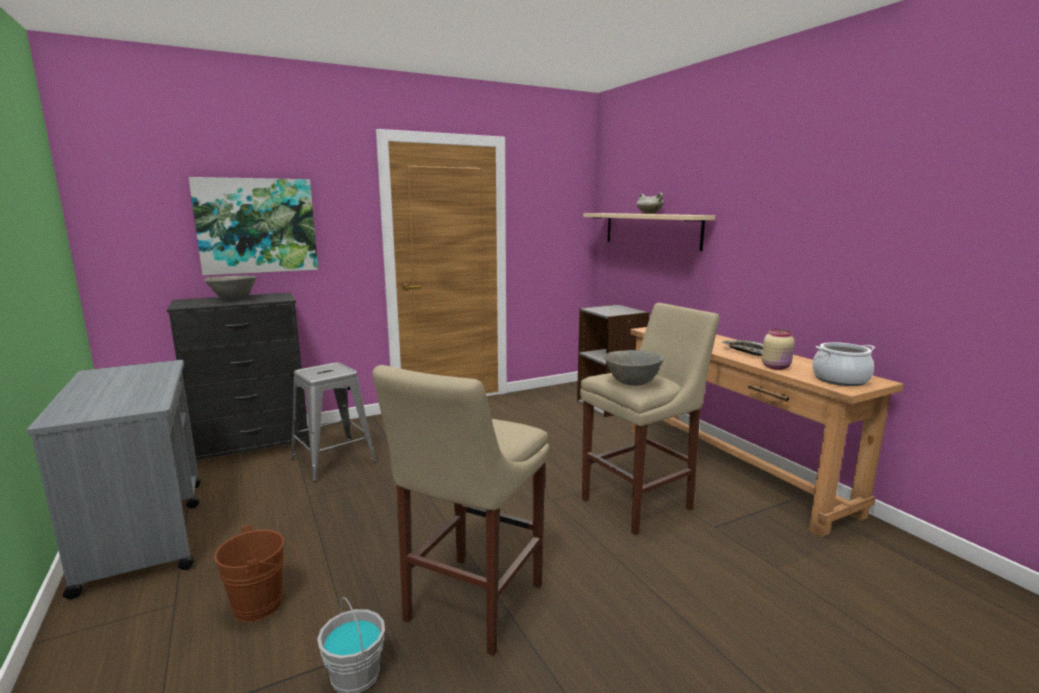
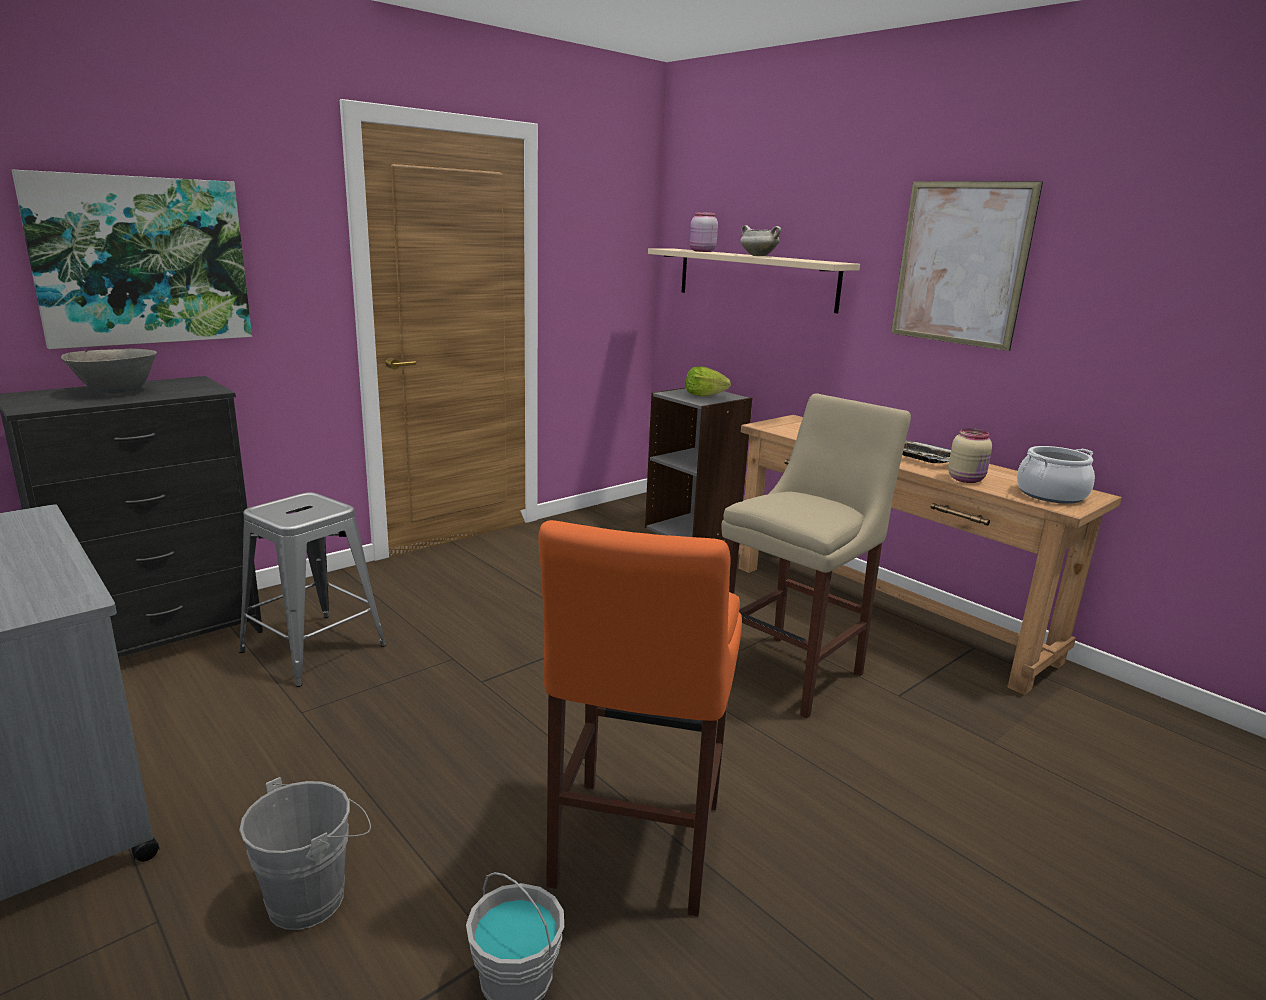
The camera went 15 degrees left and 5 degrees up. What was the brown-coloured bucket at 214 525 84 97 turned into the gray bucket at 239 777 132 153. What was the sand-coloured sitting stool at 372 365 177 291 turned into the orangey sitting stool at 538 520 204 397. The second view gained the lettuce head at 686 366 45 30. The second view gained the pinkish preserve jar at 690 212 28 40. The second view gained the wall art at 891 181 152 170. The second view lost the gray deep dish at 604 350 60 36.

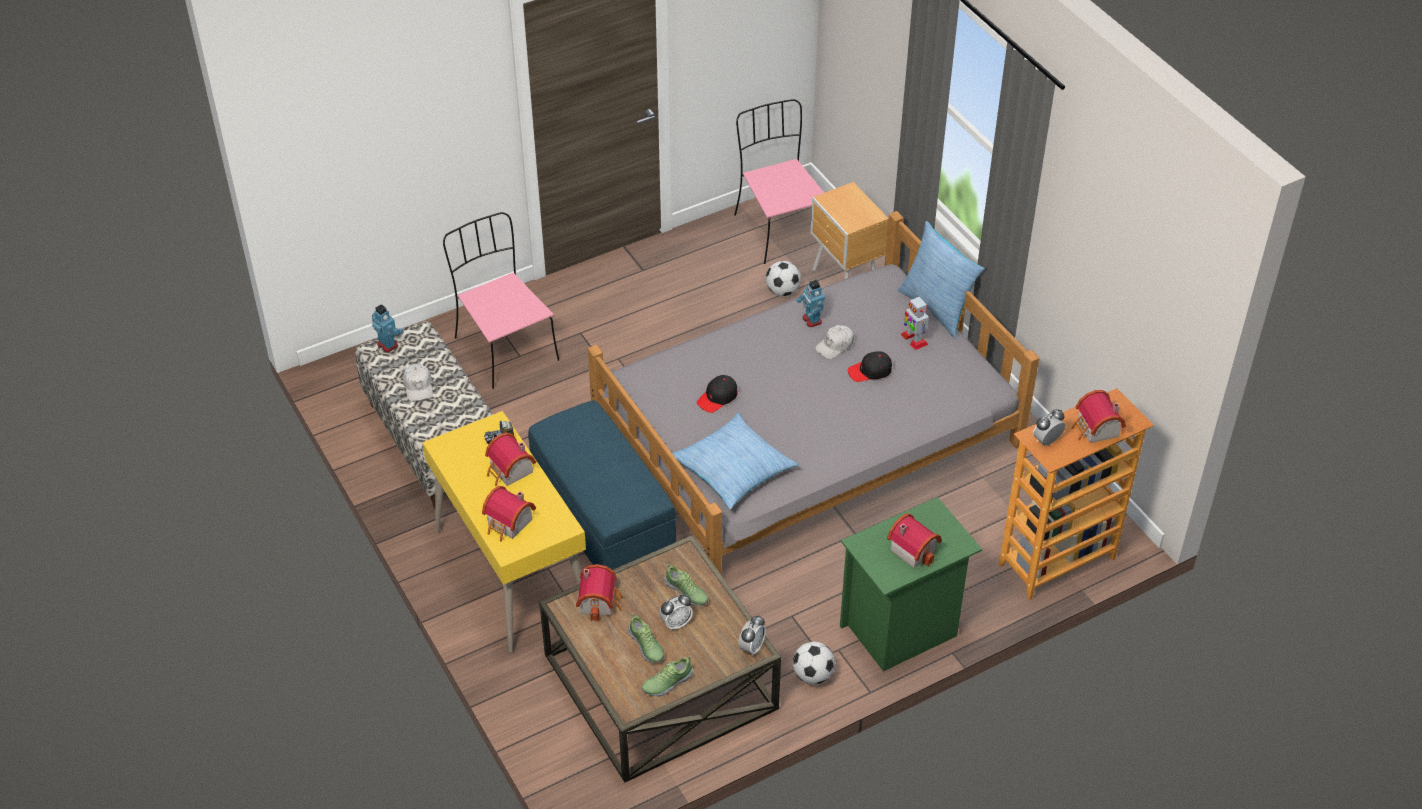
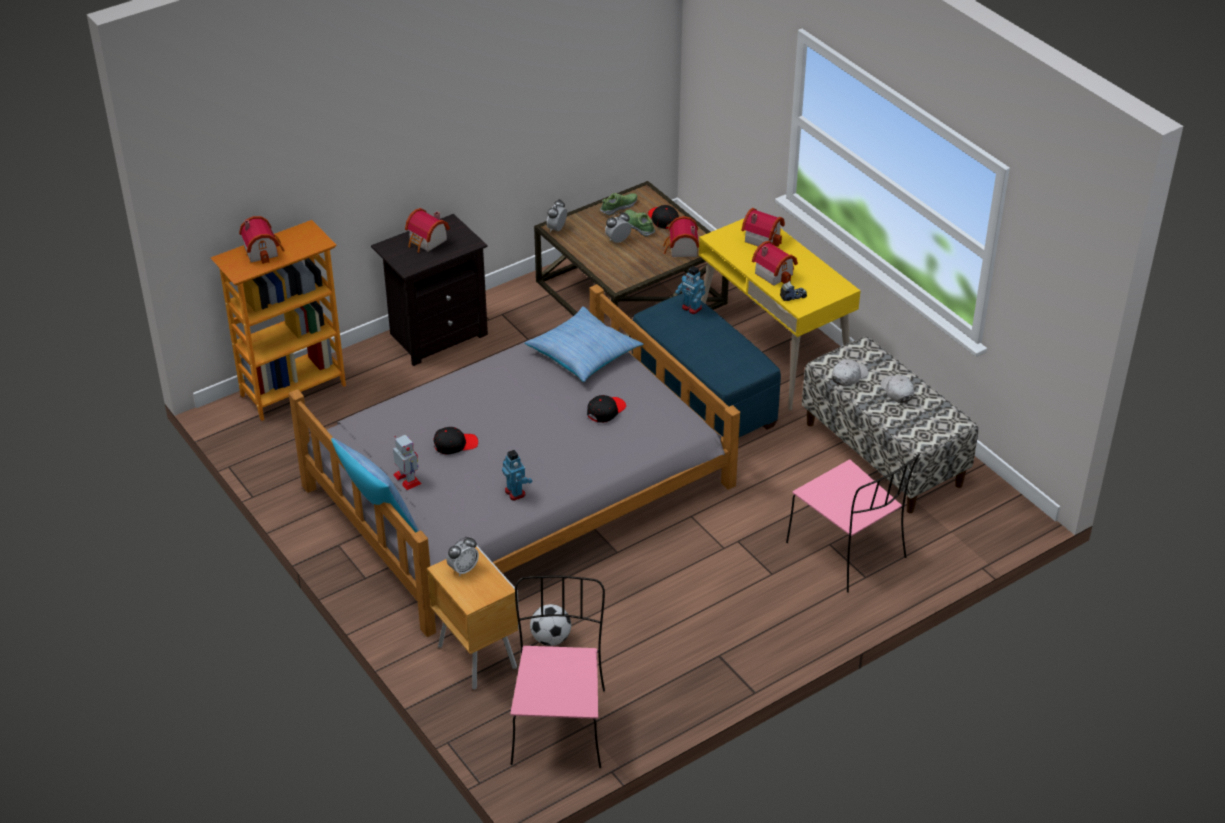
The camera went 175 degrees right and 5 degrees down. What was the greenish bedside table at 840 497 142 175 turned into the blackish bedside table at 371 214 117 152. The table clock ended up elsewhere, having gone from 1033 409 33 37 to 447 537 32 39. The pinkish upright chair at 734 99 90 165 ended up facing another way, 150 degrees counterclockwise from before. The second view gained the blackish cap at 648 205 31 24. The model robot ended up elsewhere, having gone from 372 304 31 49 to 675 266 30 48. The white-coloured cap ended up elsewhere, having gone from 815 325 39 34 to 832 359 36 27. The second view lost the shoe at 664 564 45 42. The second view lost the ball for football at 793 642 42 42.

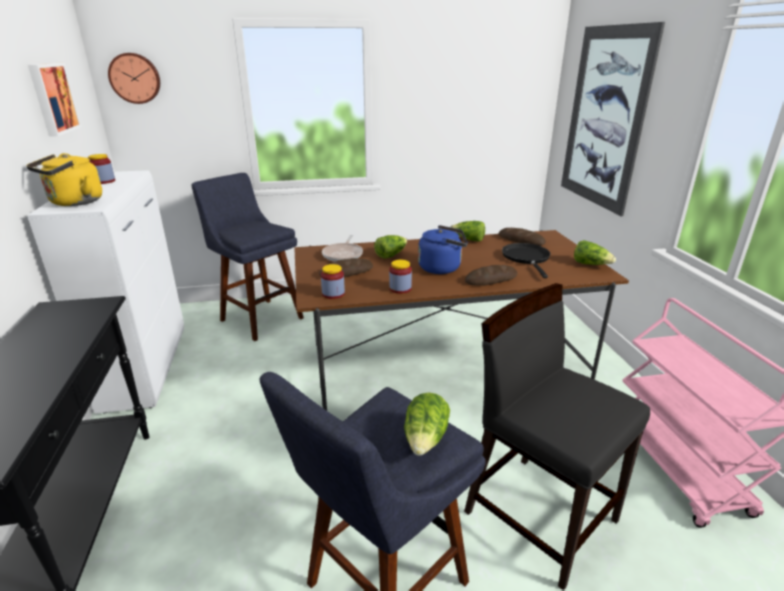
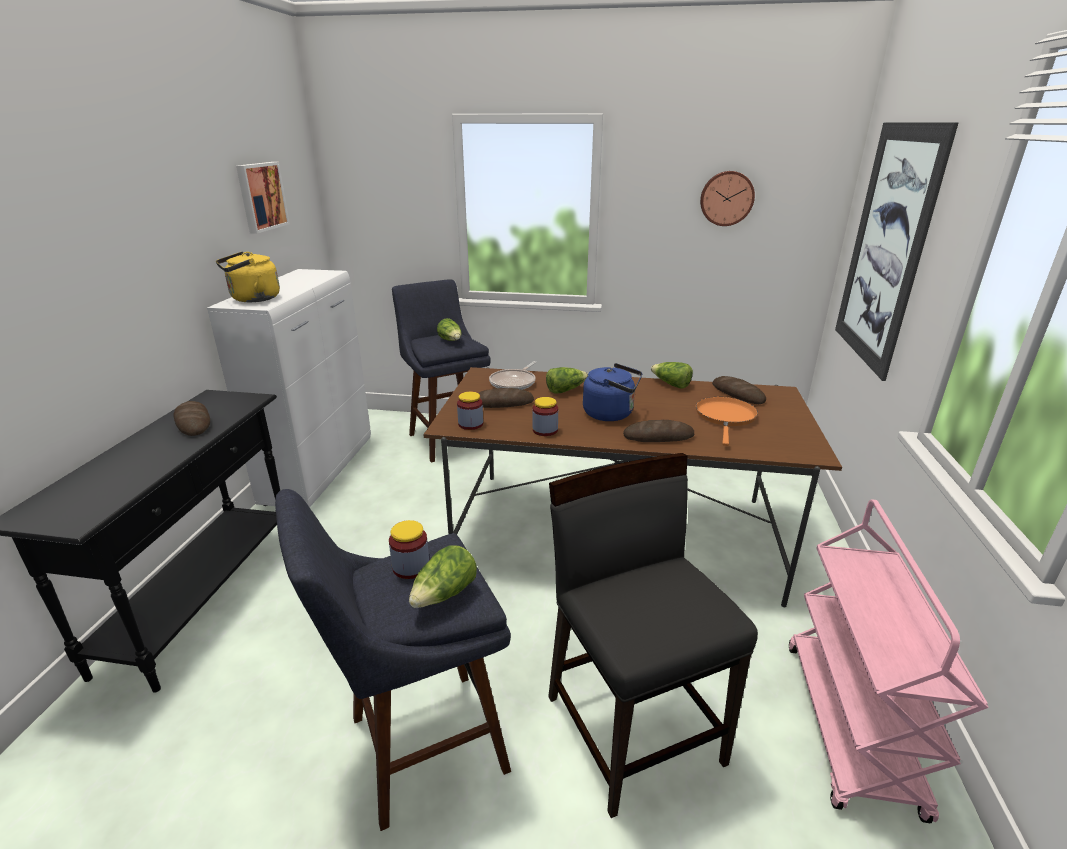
The camera went 20 degrees right and 0 degrees up. The second view gained the baked bread at 173 401 37 35. The preserve jar ended up elsewhere, having gone from 88 154 27 30 to 389 520 40 59. The lettuce head ended up elsewhere, having gone from 574 240 42 25 to 437 318 25 23. What was the blackish skillet at 502 243 49 35 turned into the orangey skillet at 696 397 62 49. The wall clock ended up elsewhere, having gone from 108 53 52 51 to 700 171 55 55.

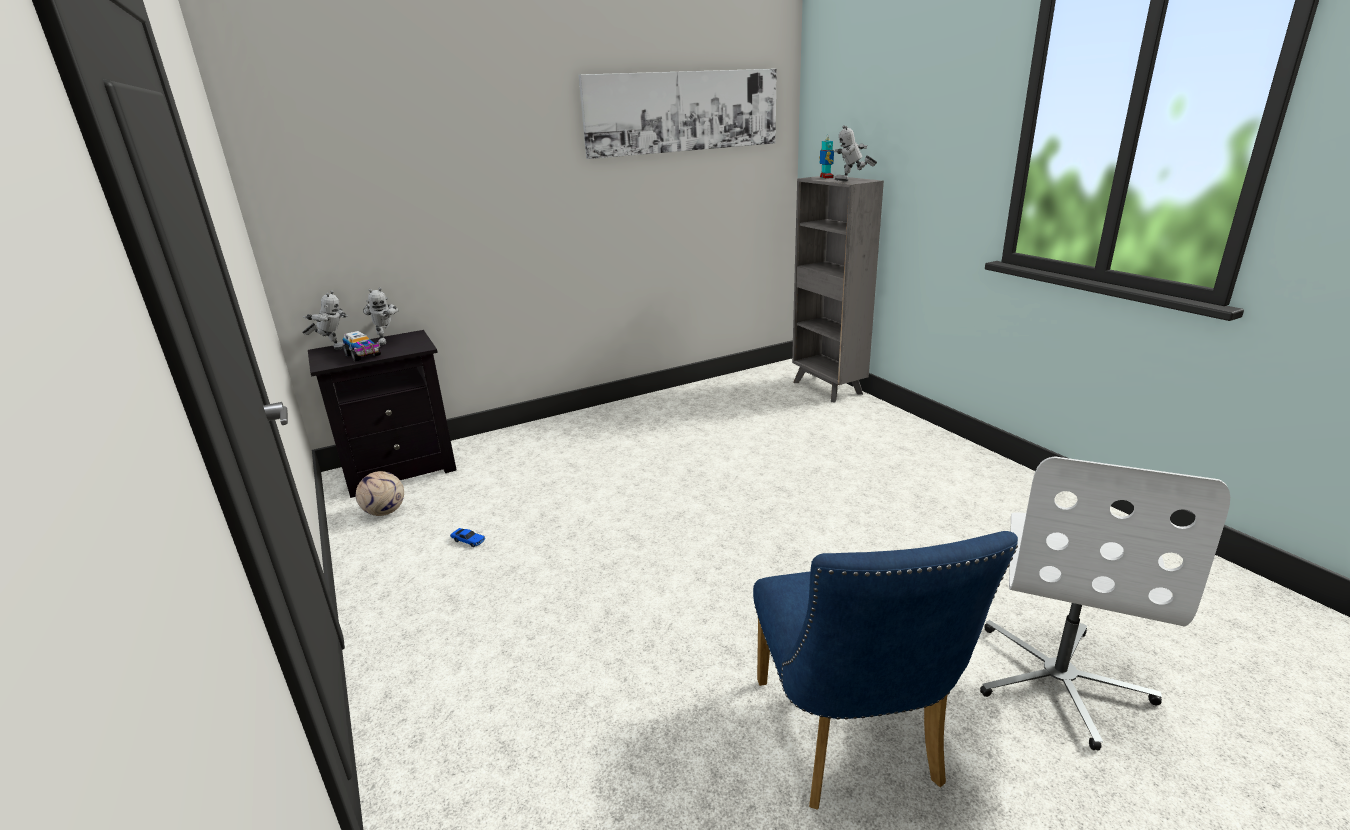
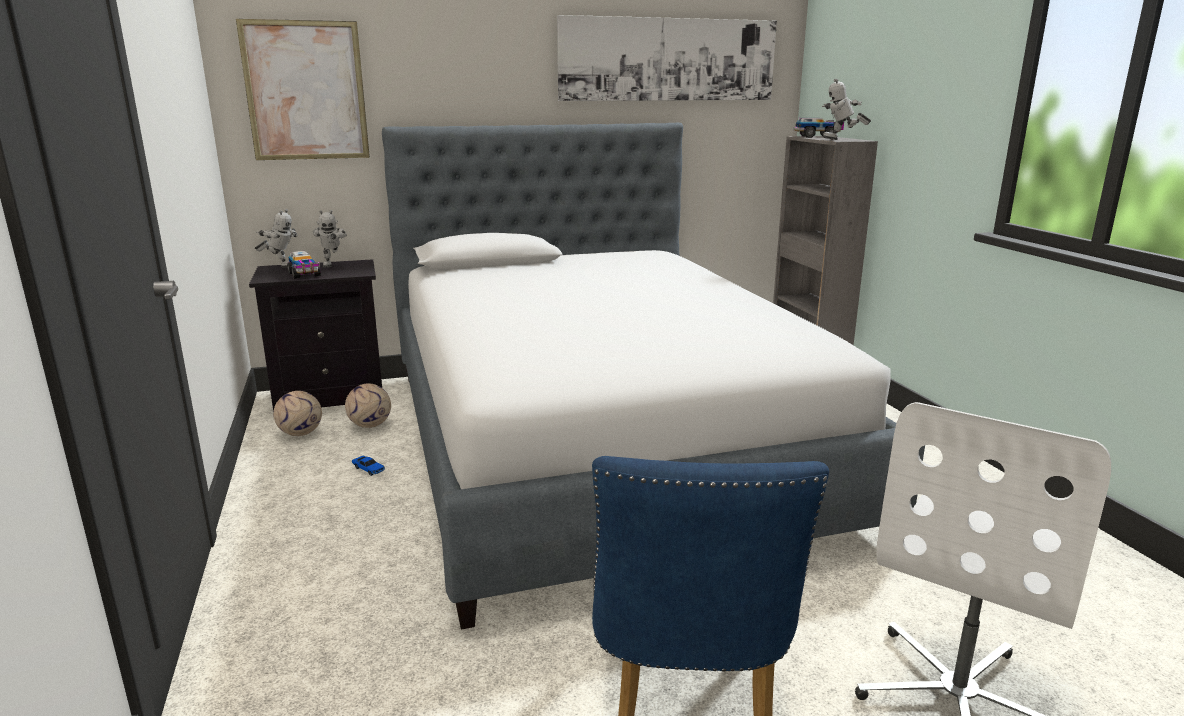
The camera went 10 degrees right and 5 degrees down. The second view gained the wall art at 236 19 134 141. The second view gained the ball for football at 345 383 46 45. The second view gained the bed at 382 123 543 506. Where the model robot stood at 819 135 15 44, the model truck came to stand at 794 118 50 20.

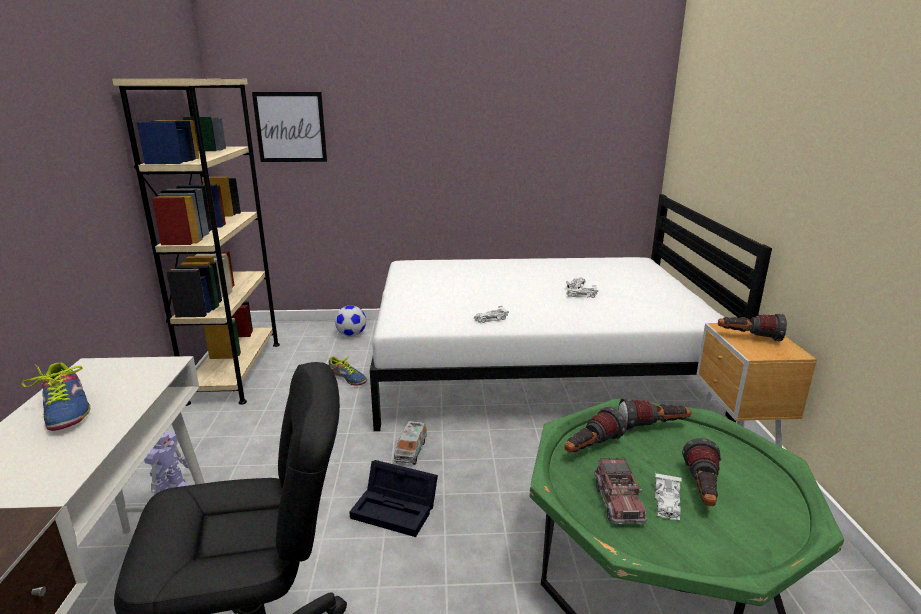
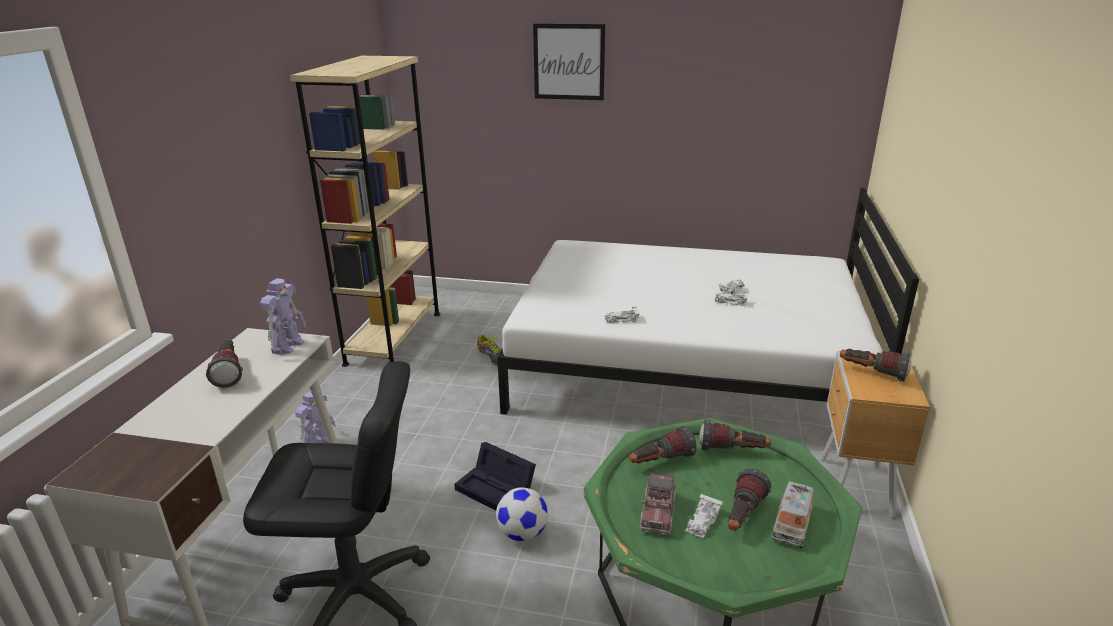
The camera went 15 degrees right and 5 degrees up. Where the shoe stood at 22 362 68 69, the hand torch came to stand at 206 339 37 49. The second view gained the model robot at 260 278 46 77. The ball for football ended up elsewhere, having gone from 335 306 31 30 to 496 487 52 54. The wall art ended up elsewhere, having gone from 252 92 75 70 to 533 24 72 76. The model truck ended up elsewhere, having gone from 394 421 33 44 to 772 482 42 66.

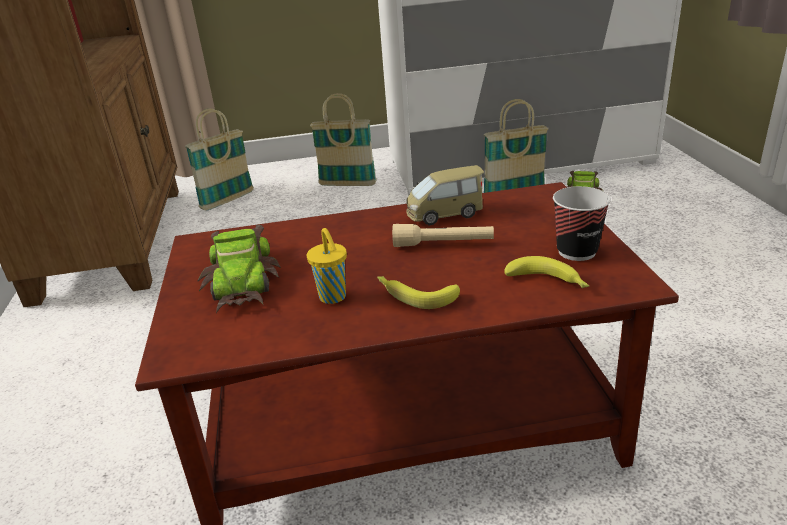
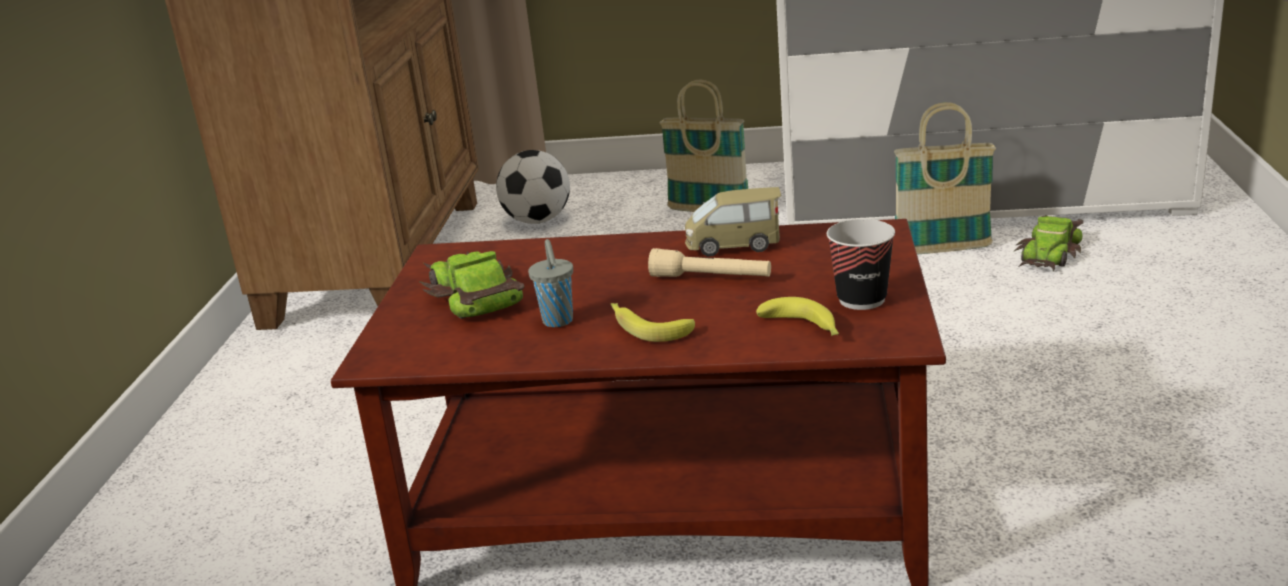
The camera went 15 degrees right and 5 degrees down. The toy car at 198 225 83 88 ended up facing another way, 150 degrees clockwise from before. Where the household basket stood at 185 109 69 102, the ball for football came to stand at 496 150 74 74. What was the yellow cup at 307 228 40 76 turned into the gray cup at 528 239 45 88.

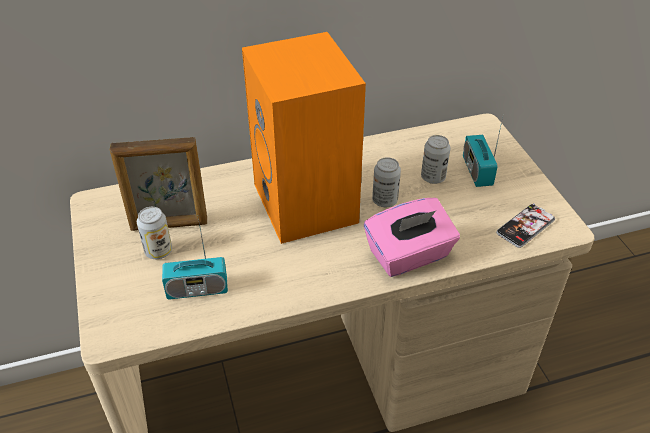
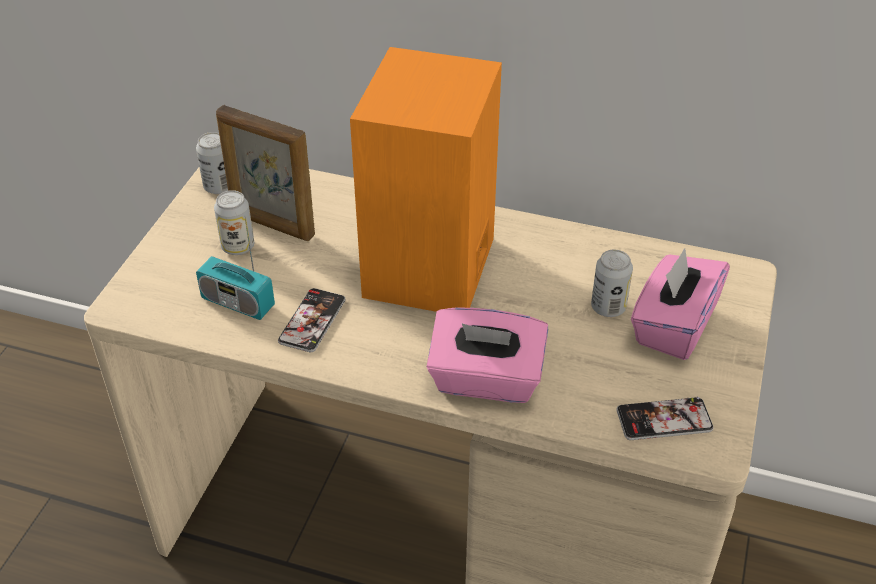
The camera went 35 degrees right and 0 degrees up. The sealed can ended up elsewhere, having gone from 372 157 29 50 to 196 132 32 62. The second view gained the handset at 278 288 68 64. Where the radio receiver stood at 463 117 40 70, the pinkish box of tissues came to stand at 631 248 99 112.

